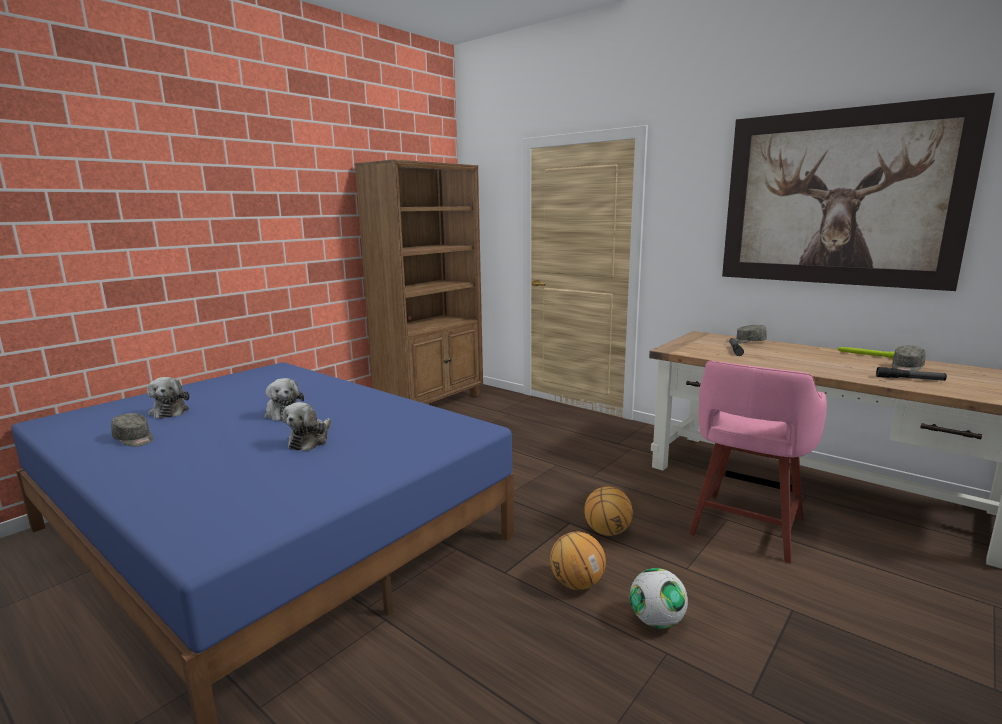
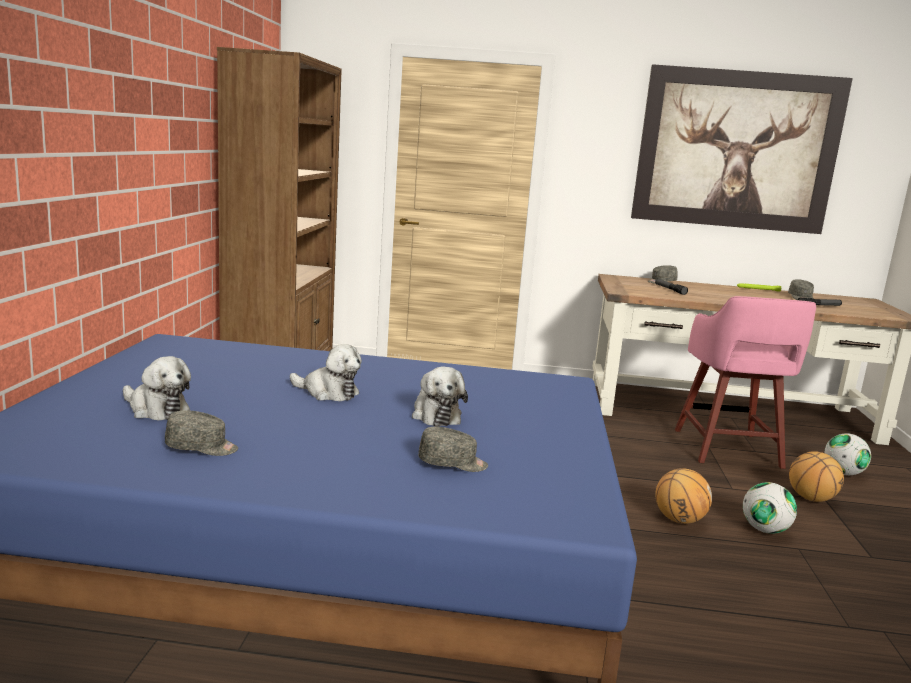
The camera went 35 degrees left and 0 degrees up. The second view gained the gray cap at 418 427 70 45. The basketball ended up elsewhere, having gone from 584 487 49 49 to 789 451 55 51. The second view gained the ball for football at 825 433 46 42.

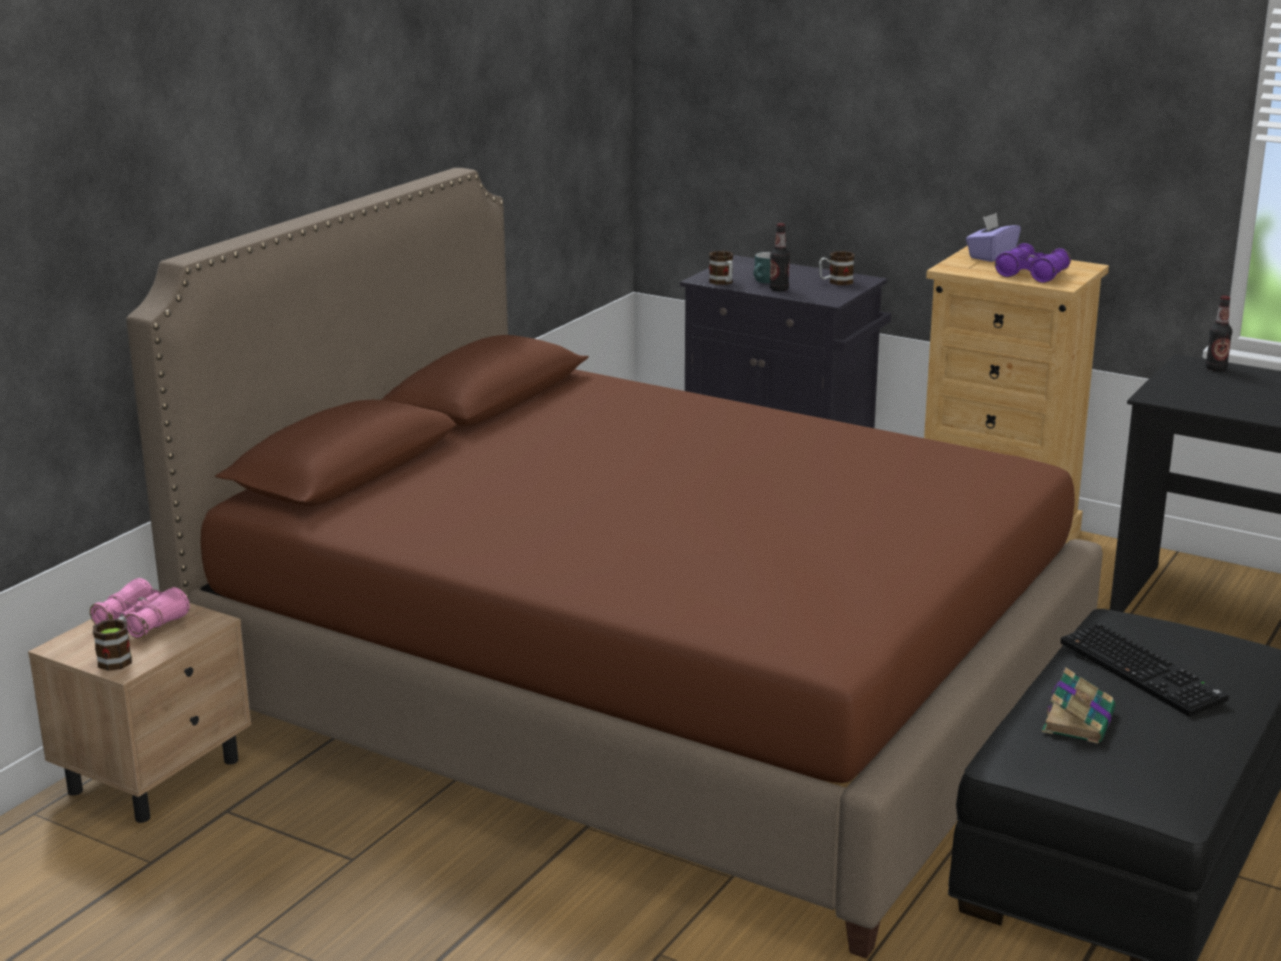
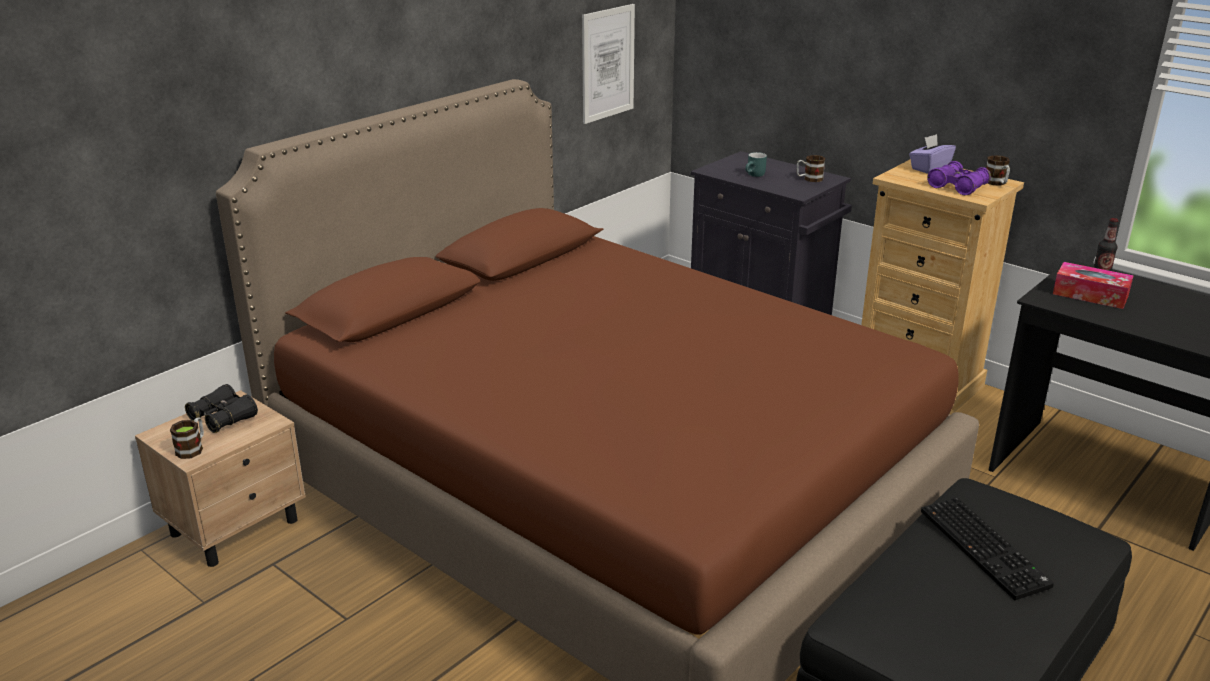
The camera went 10 degrees right and 5 degrees up. What was the pinkish field glasses at 90 578 100 61 turned into the blackish field glasses at 185 384 73 49. The second view gained the wall art at 582 4 53 120. The tea mug ended up elsewhere, having gone from 709 251 24 34 to 986 155 24 31. The second view gained the box of tissues at 1053 262 81 47. The second view lost the bottle at 770 223 20 69. The second view lost the book at 1042 668 74 75.

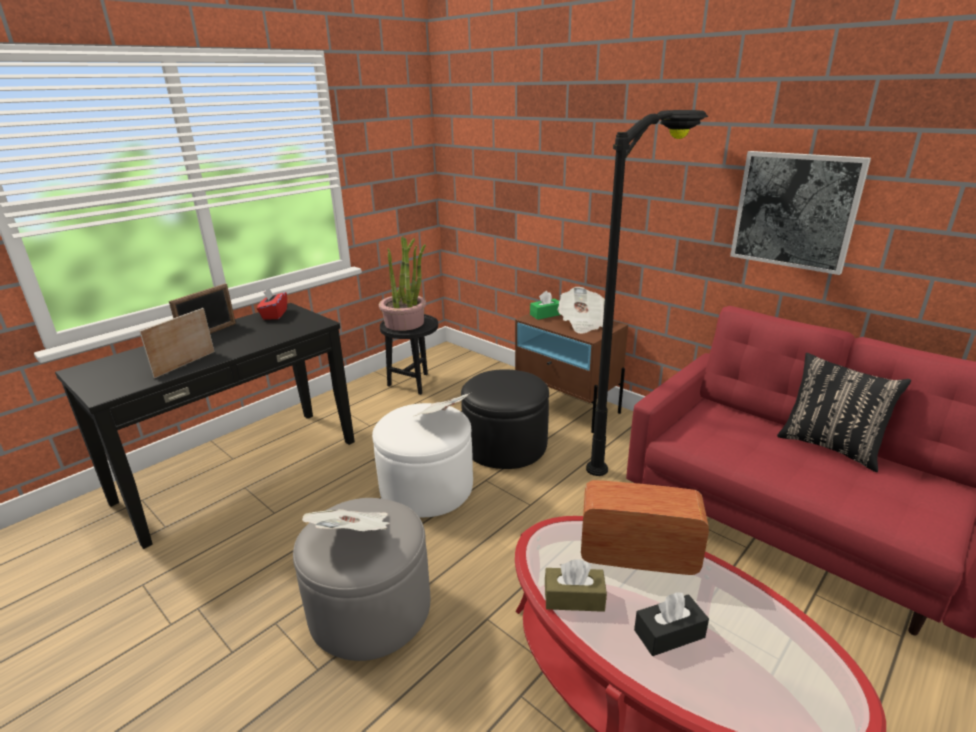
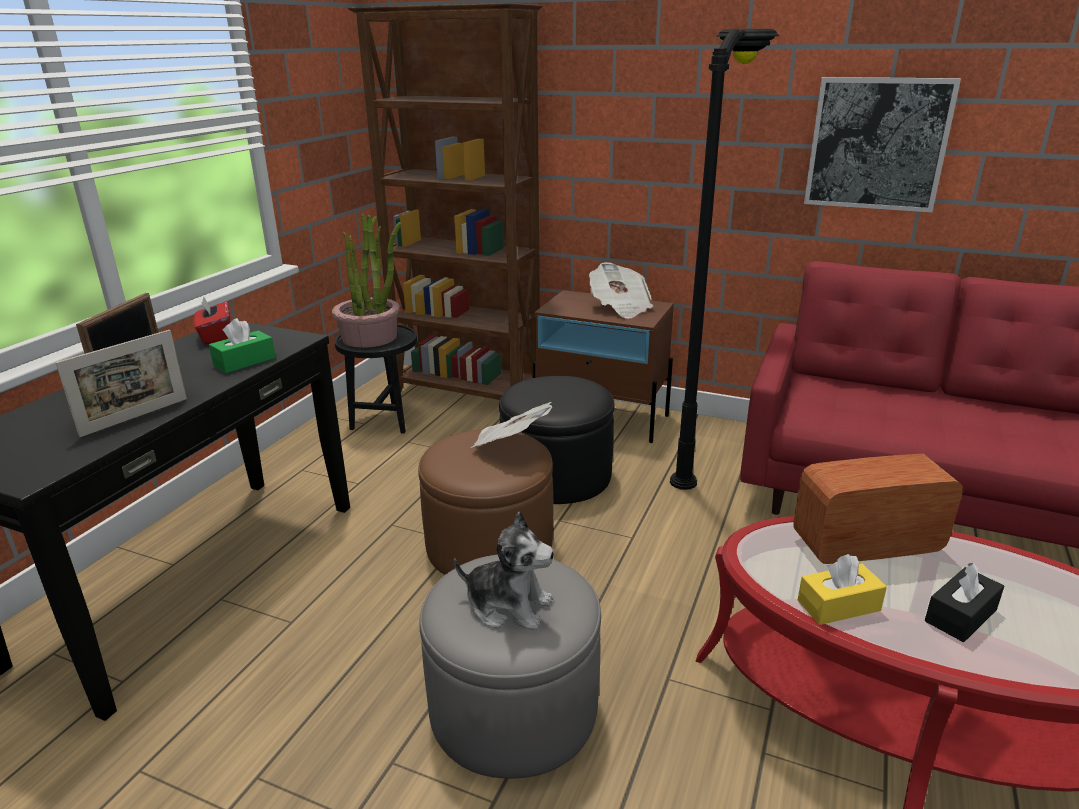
The camera went 20 degrees left and 0 degrees up. The photo frame at 139 308 76 70 ended up facing another way, 150 degrees counterclockwise from before. The greenish box of tissues ended up elsewhere, having gone from 530 291 31 29 to 209 318 67 55. The second view gained the brown-coloured bookshelf at 348 3 195 397. What was the white-coloured ottoman at 372 403 101 114 turned into the brown-coloured ottoman at 418 429 135 146. Where the printed paper stood at 302 509 88 22, the plush toy came to stand at 454 512 100 119. What was the brown-coloured box of tissues at 545 559 62 53 turned into the yellow box of tissues at 797 554 90 71. The second view lost the blackish cushion at 777 353 134 119.

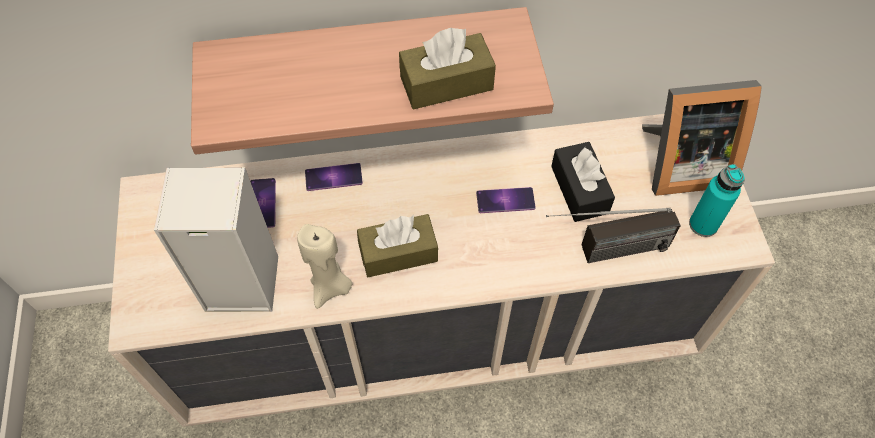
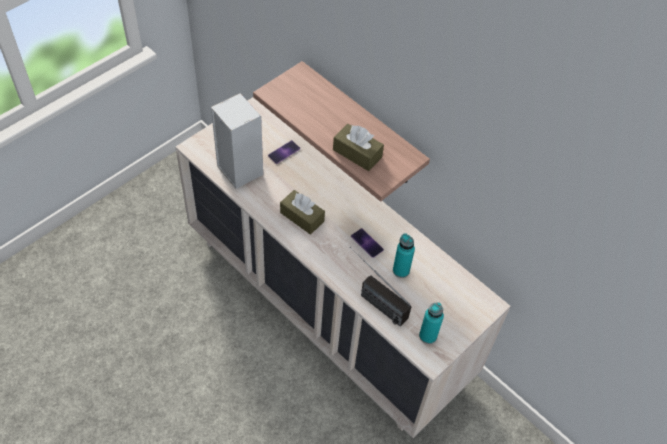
The camera went 50 degrees right and 5 degrees down. Where the blackish box of tissues stood at 551 142 64 80, the blue-green bottle came to stand at 393 233 22 45. The second view lost the sand-coloured candle at 297 224 55 85. The second view lost the handset at 305 163 58 28. The second view lost the photo frame at 642 80 120 116.

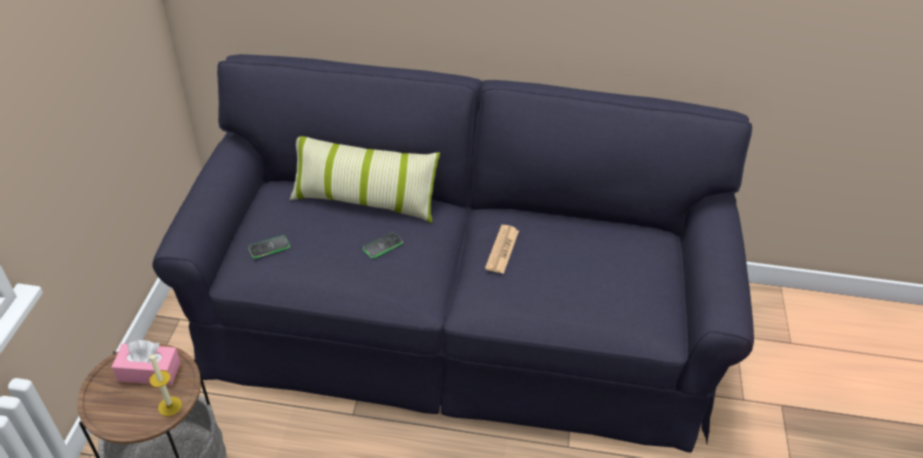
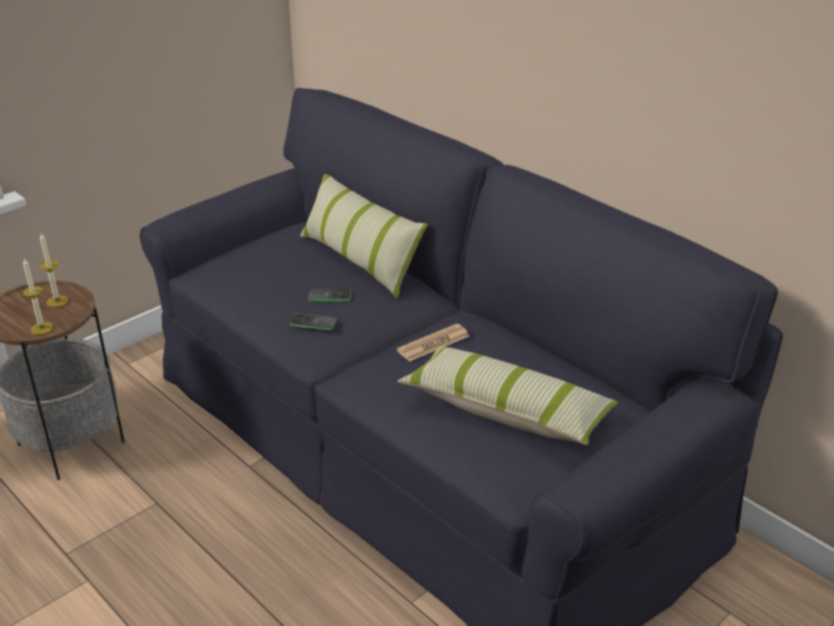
The camera went 40 degrees right and 10 degrees down. Where the pinkish box of tissues stood at 112 340 69 45, the candle came to stand at 39 233 29 74. The handset ended up elsewhere, having gone from 248 235 42 23 to 290 313 47 18. The second view gained the cushion at 397 346 221 99.

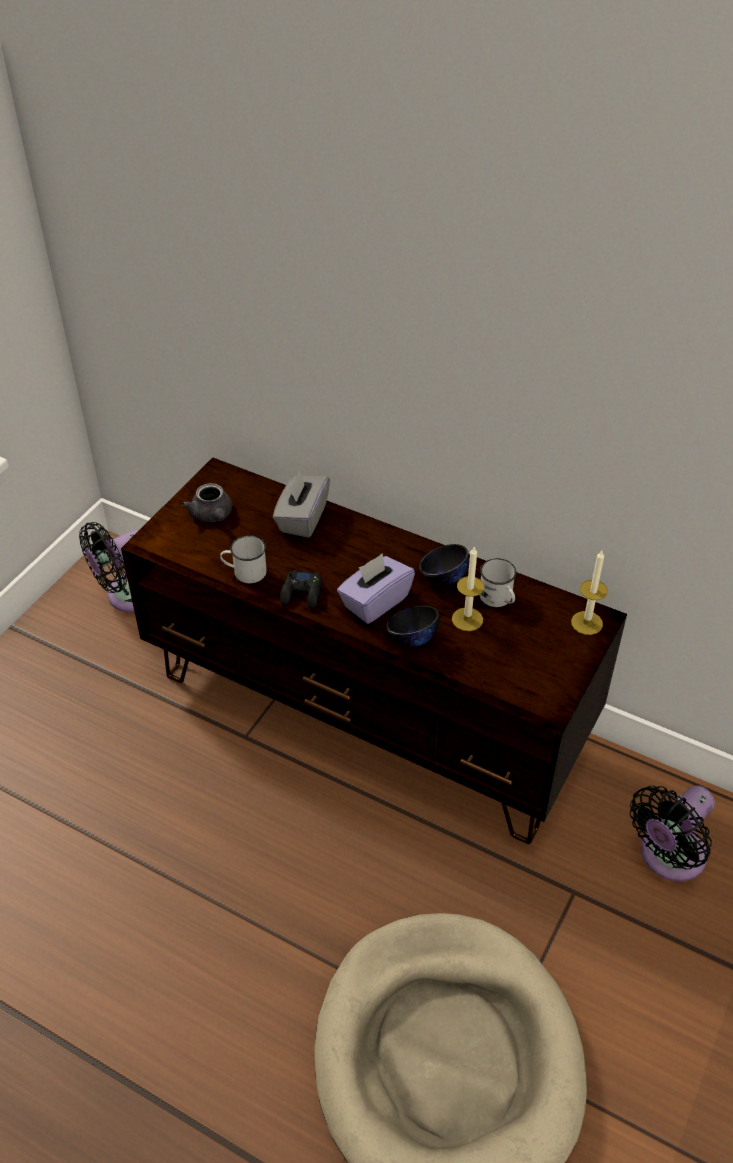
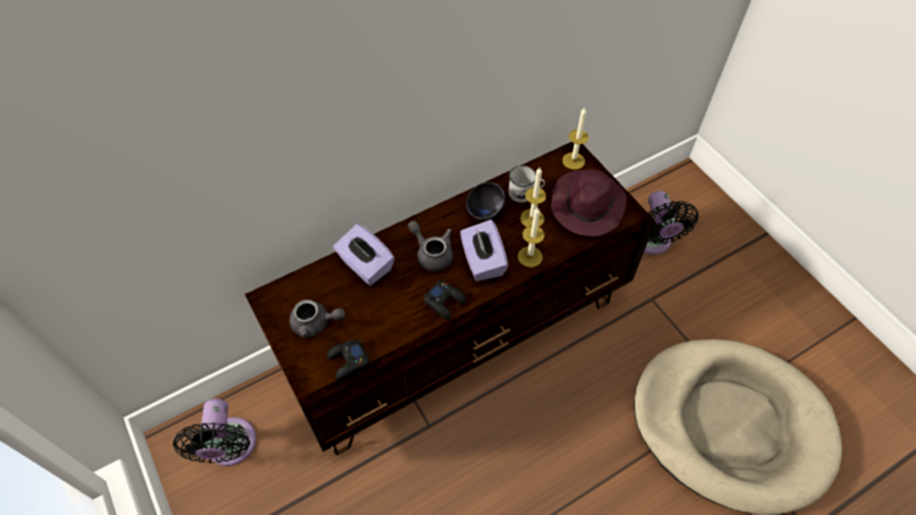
The camera went 60 degrees left and 10 degrees up. The second view gained the blackish gamepad at 327 339 43 41. What was the gray box of tissues at 273 471 57 67 turned into the purple box of tissues at 333 224 62 62. The second view gained the gray teapot at 408 221 45 51. Where the blackish deep dish stood at 387 605 53 42, the candle came to stand at 518 207 27 60. The second view gained the purple clothing hat at 551 169 76 68. The second view lost the white-coloured tea mug at 220 535 47 48.

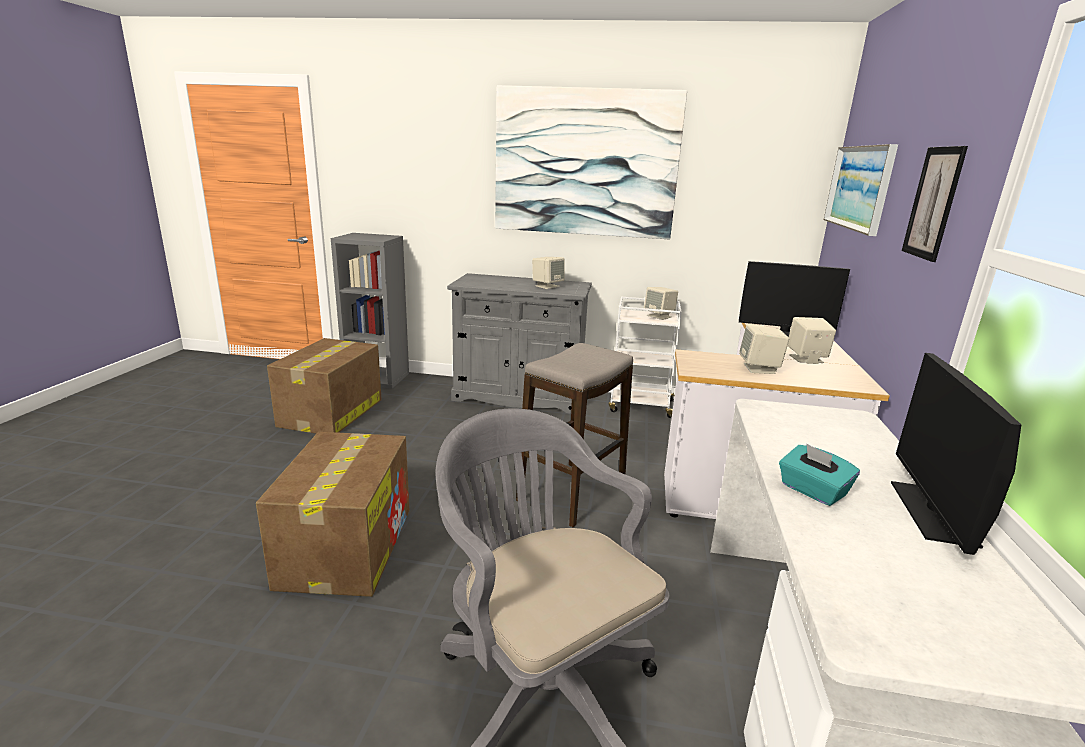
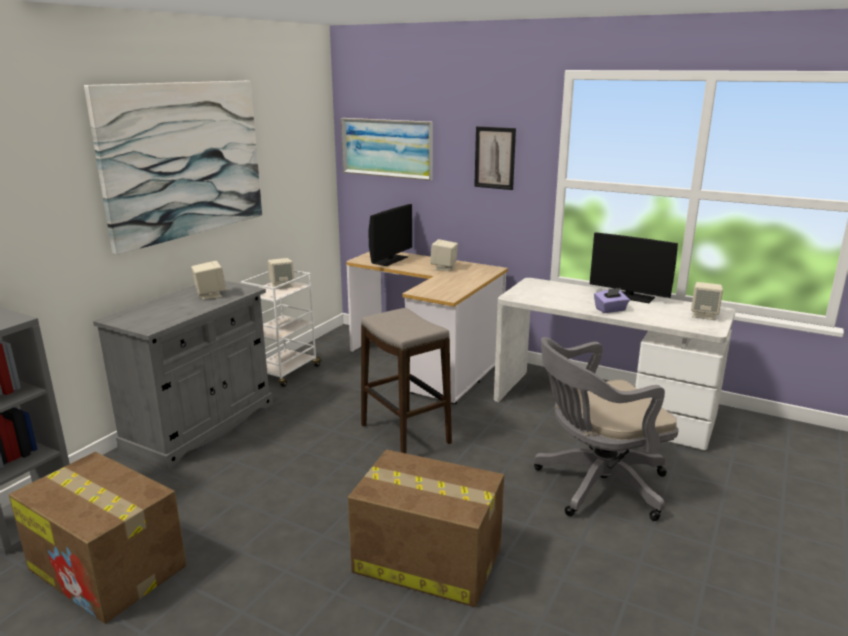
The camera went 70 degrees left and 0 degrees up. What was the blue-green box of tissues at 779 443 81 63 turned into the purple box of tissues at 594 288 36 25. The sand-coloured audio speaker ended up elsewhere, having gone from 739 324 50 50 to 691 282 32 38.

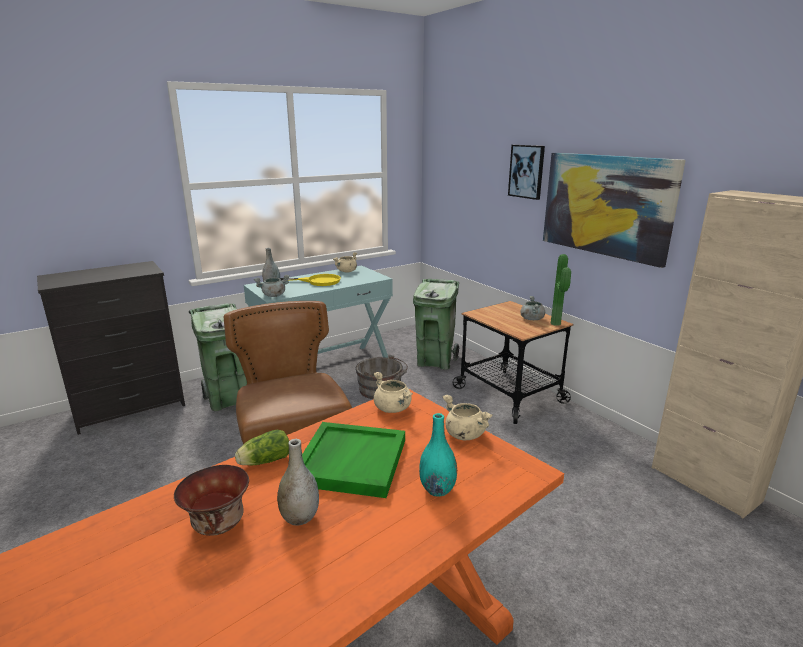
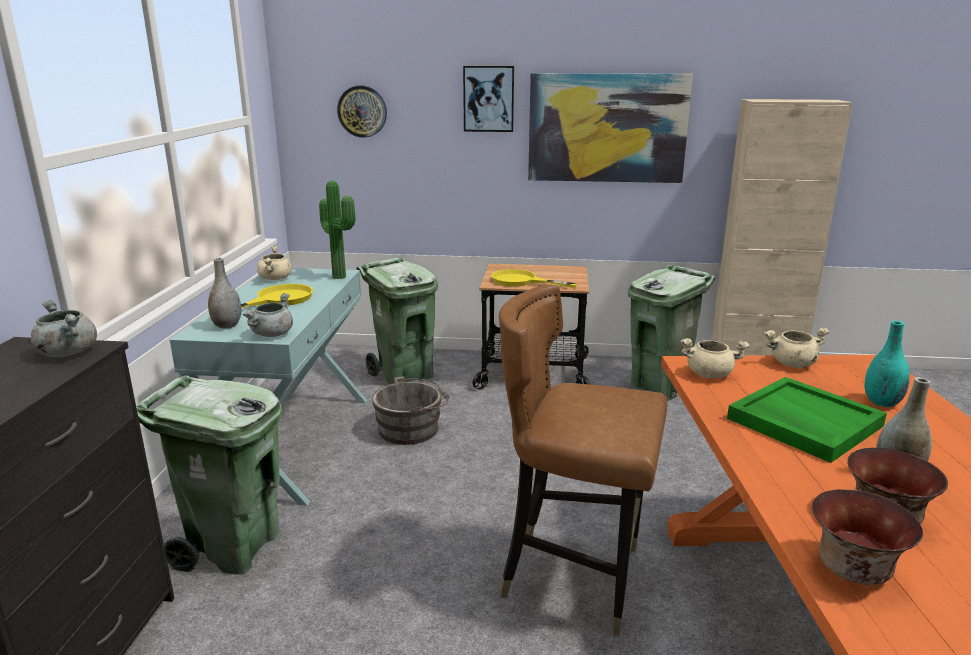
The camera went 50 degrees left and 0 degrees up. The gray saucepot ended up elsewhere, having gone from 521 296 24 24 to 31 300 66 57. The potted plant ended up elsewhere, having gone from 551 254 20 72 to 319 181 37 98. The second view gained the wall clock at 337 86 50 52. The second view gained the yellow skillet at 492 269 86 19. The second view gained the greenish rubbish bin at 628 265 87 135. The second view gained the deep dish at 812 489 111 96. The second view lost the lettuce head at 235 430 54 36.

